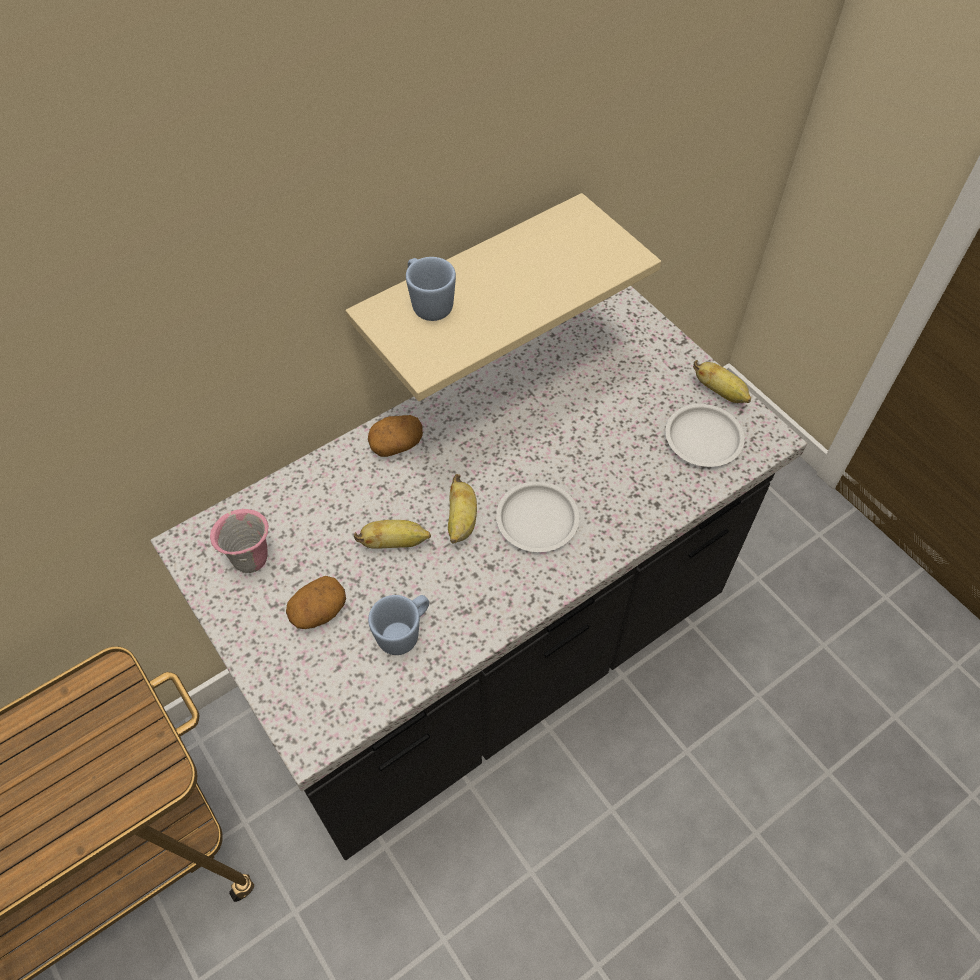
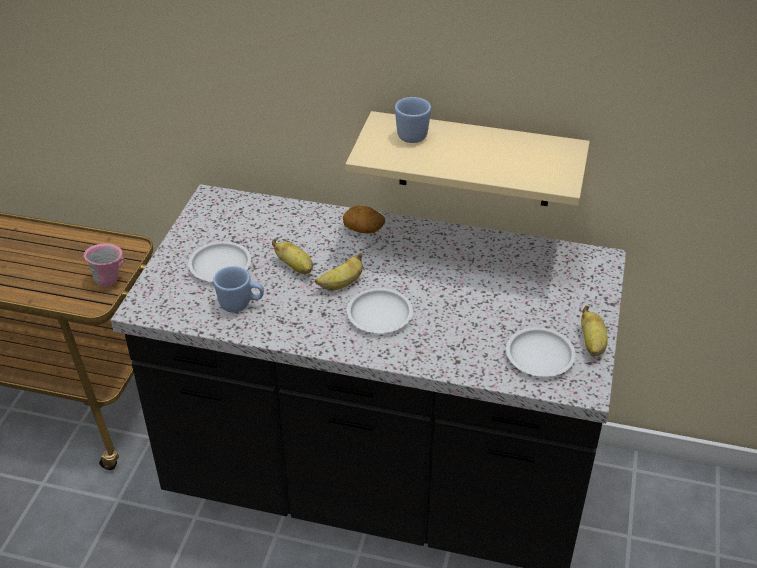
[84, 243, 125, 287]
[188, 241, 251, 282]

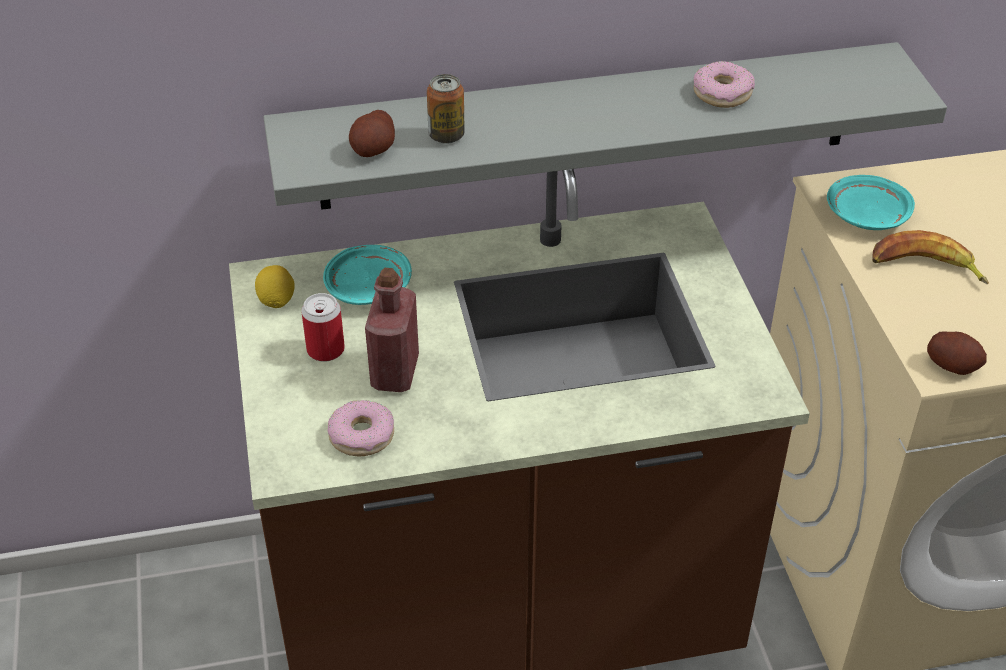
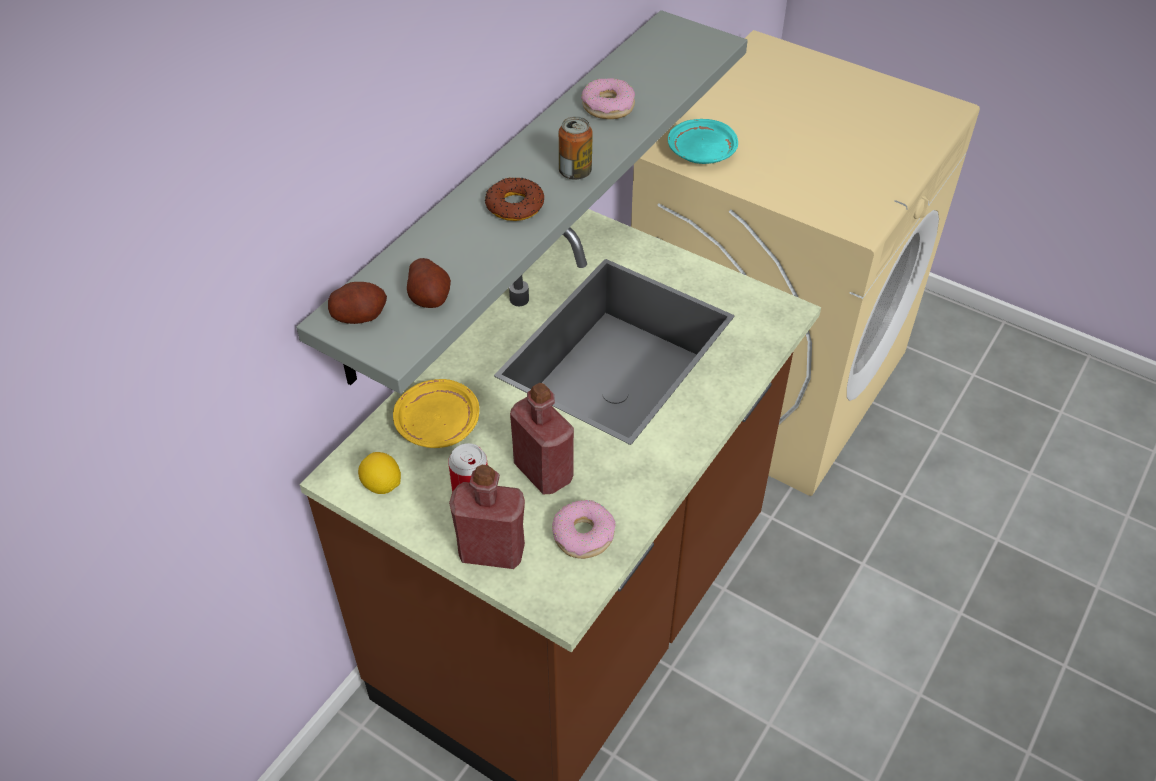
[328, 282, 387, 324]
[393, 379, 479, 448]
[449, 465, 525, 569]
[485, 177, 544, 221]
[559, 116, 593, 180]
[872, 230, 989, 284] (first image)

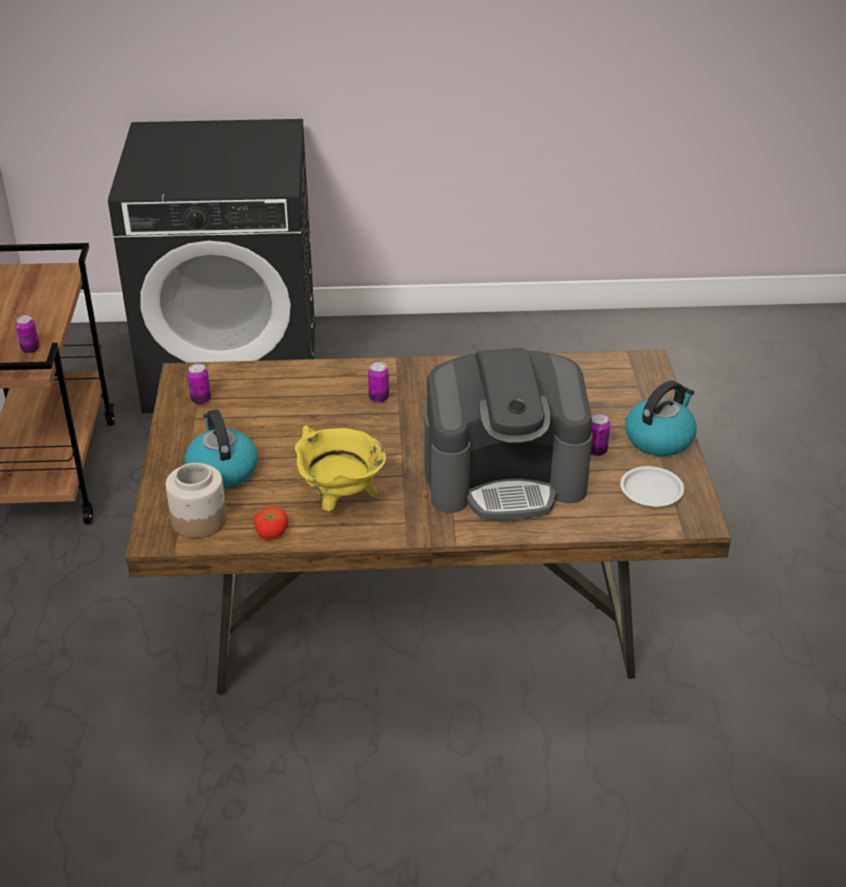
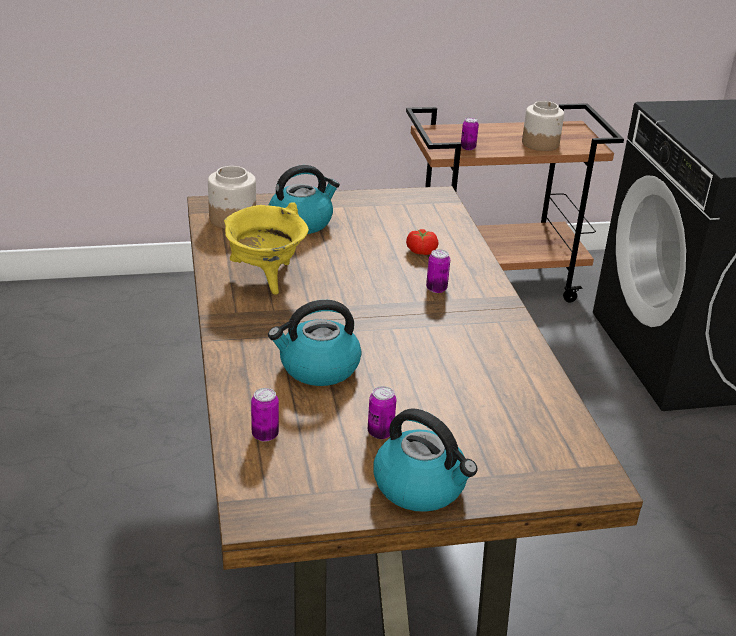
[251, 388, 279, 442]
[268, 300, 361, 386]
[406, 229, 438, 255]
[522, 101, 564, 151]
[620, 466, 684, 506] (first image)

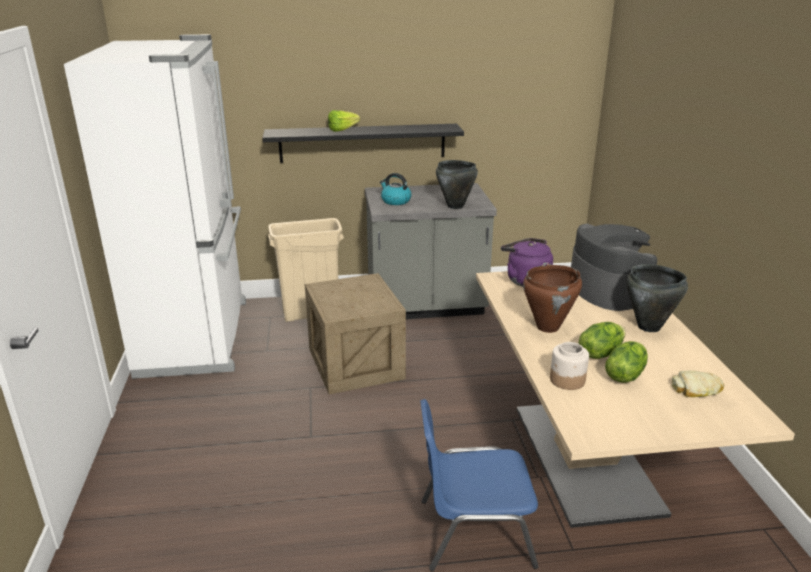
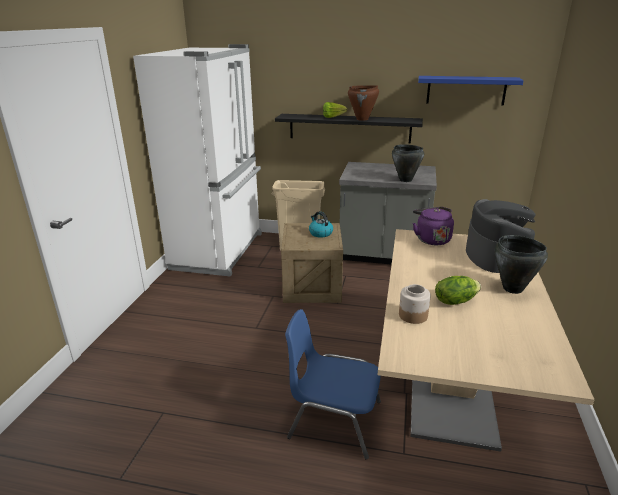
[309, 211, 333, 238]
[348, 85, 379, 121]
[418, 76, 524, 106]
[605, 341, 648, 383] (first image)
[672, 371, 724, 397] (first image)

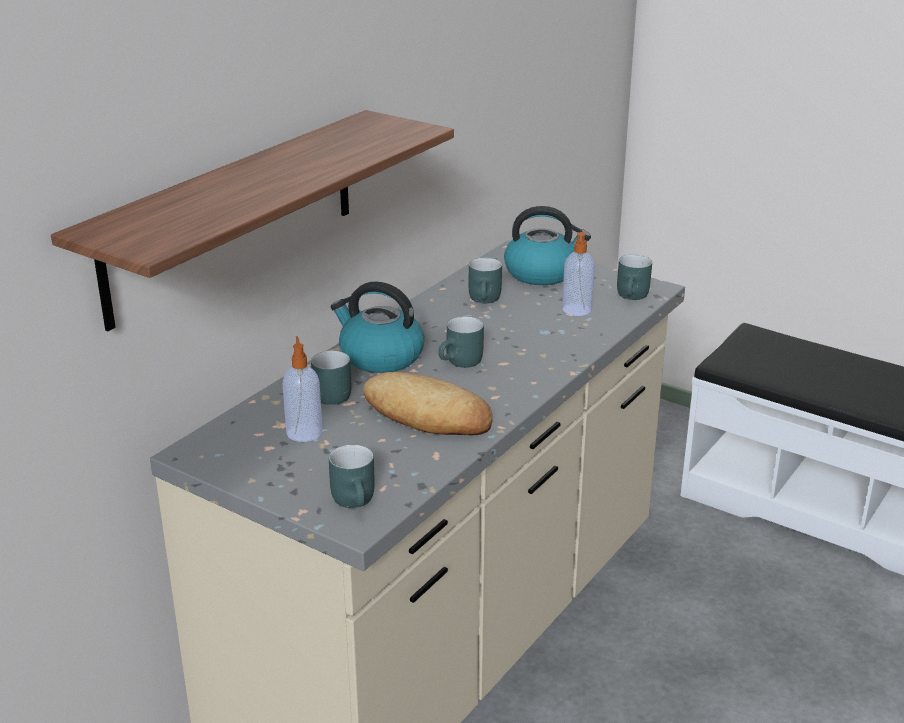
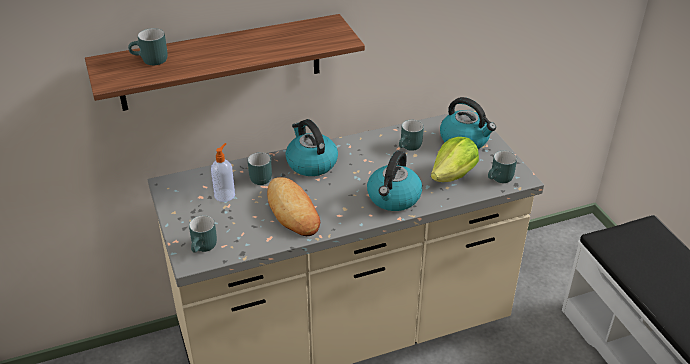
[128, 28, 168, 65]
[367, 151, 422, 211]
[431, 137, 479, 182]

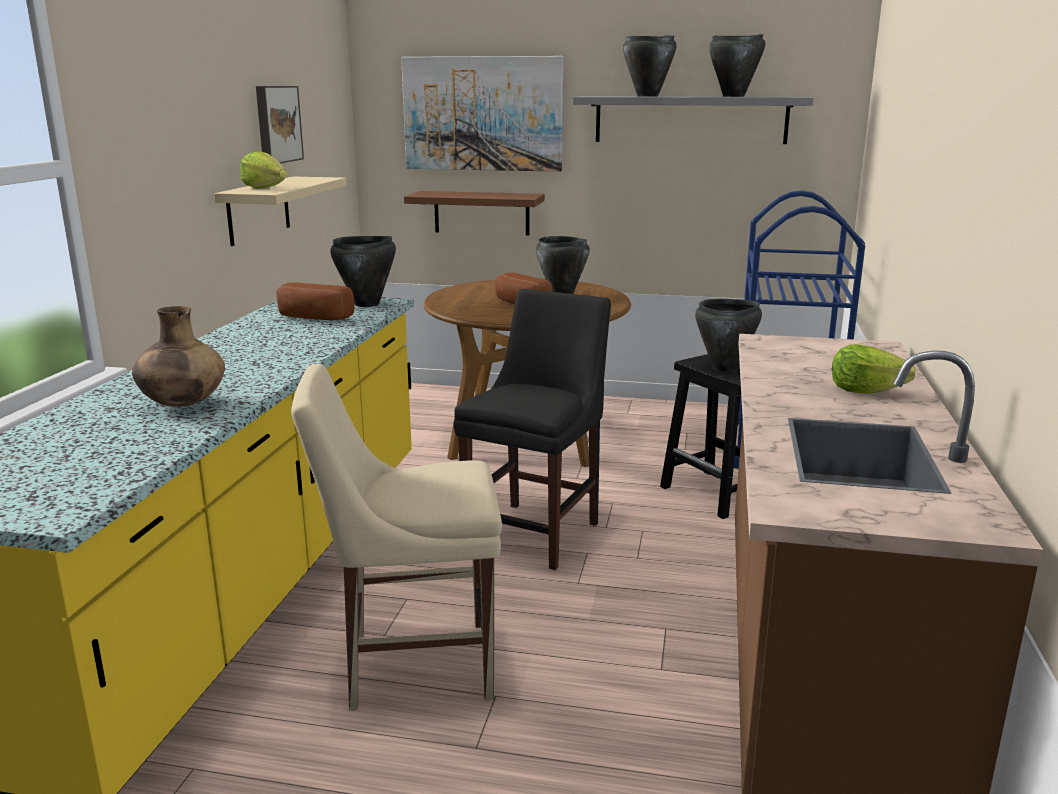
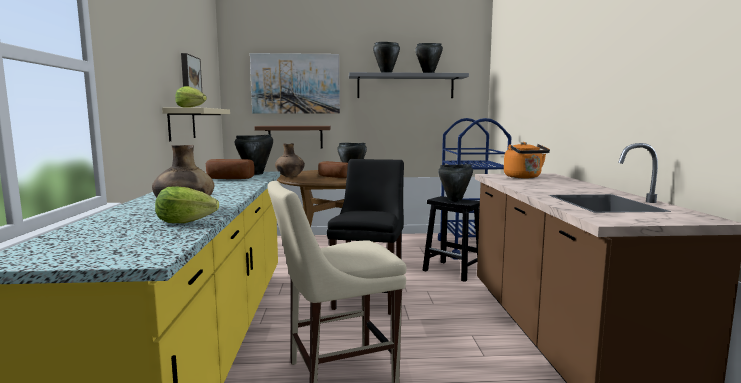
[155, 186, 219, 223]
[275, 143, 305, 177]
[504, 142, 550, 178]

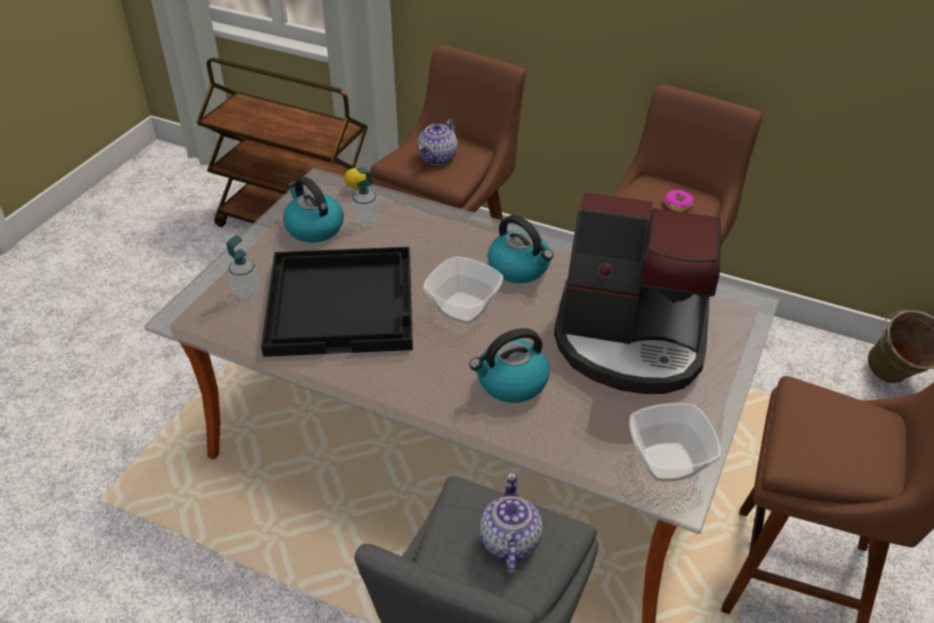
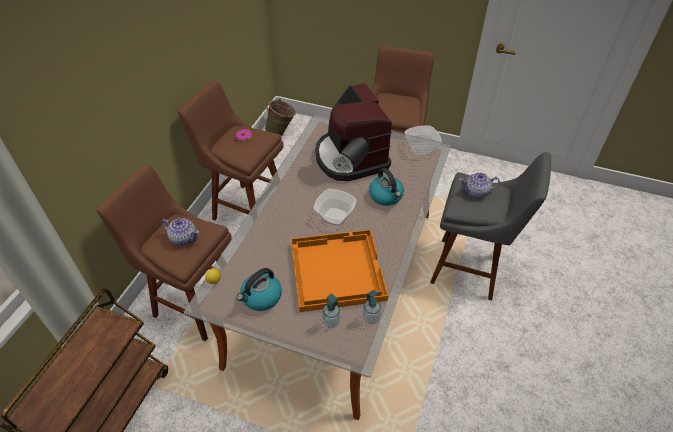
[291, 229, 388, 312]
[315, 83, 392, 181]
[363, 290, 381, 324]
[487, 215, 553, 283] (first image)

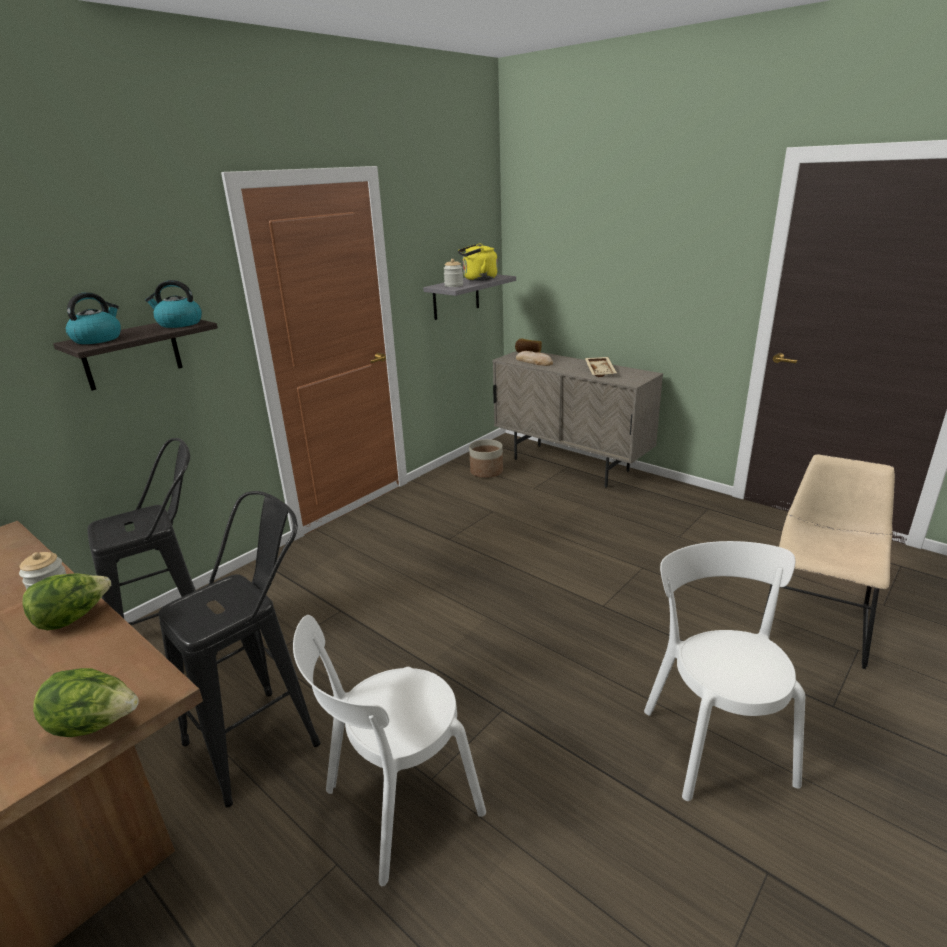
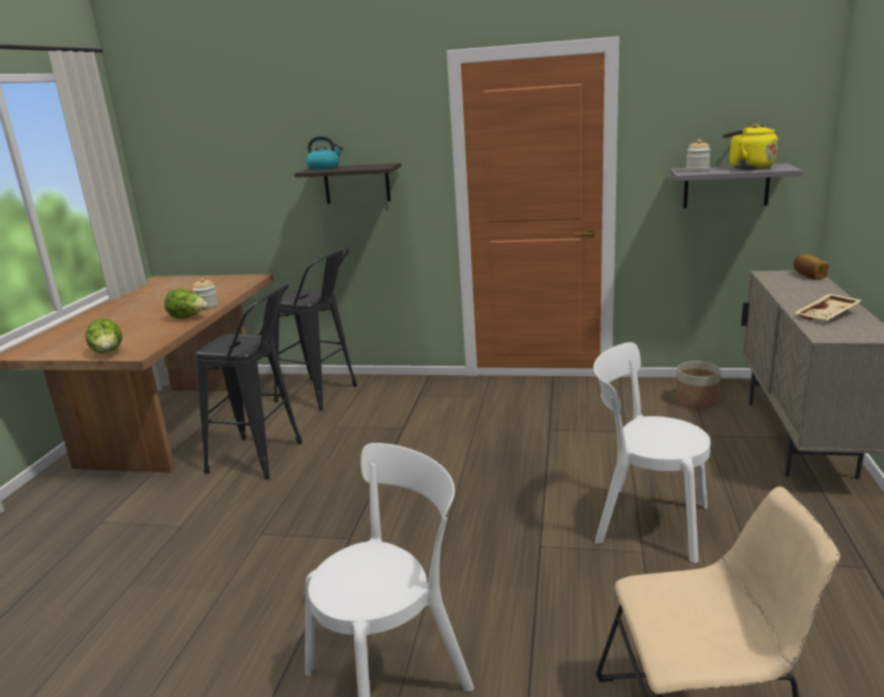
[593, 342, 710, 563]
[145, 280, 202, 328] (first image)
[516, 351, 553, 366] (first image)

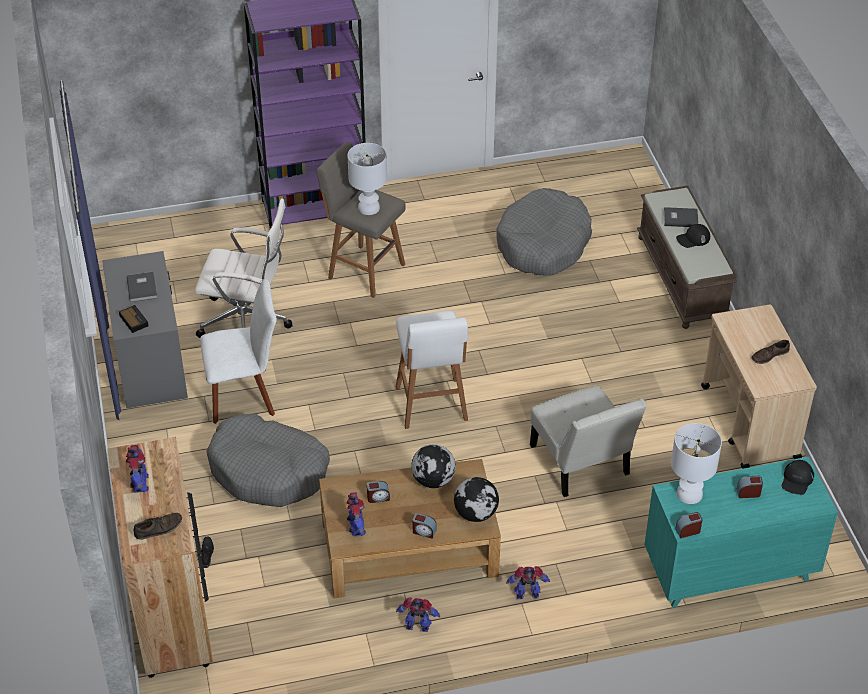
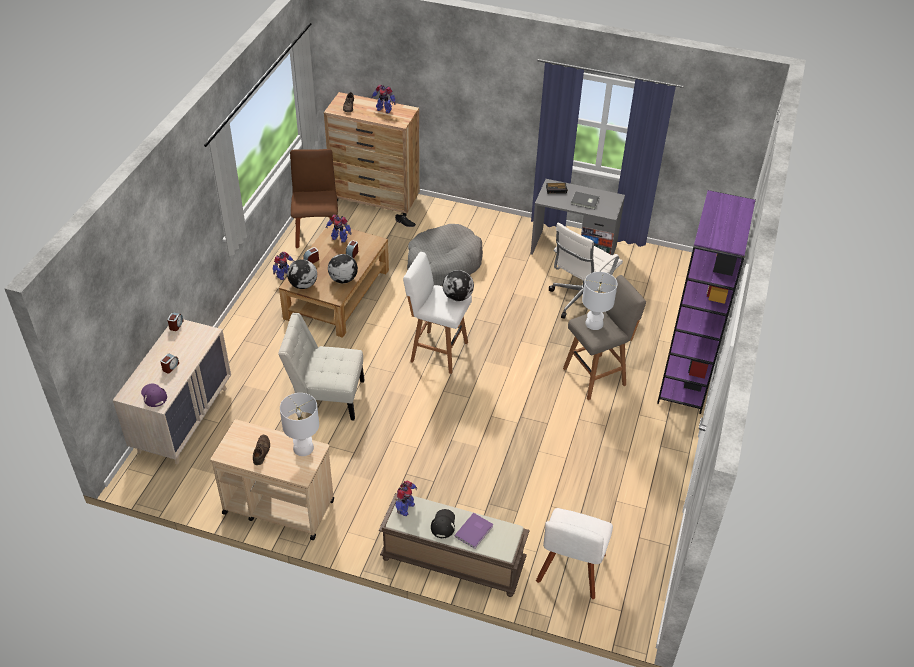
[113, 319, 231, 465]
[141, 384, 167, 407]
[280, 393, 319, 456]
[290, 149, 338, 248]
[396, 481, 417, 516]
[442, 270, 474, 301]
[454, 513, 493, 549]
[536, 508, 613, 600]
[496, 188, 592, 276] (first image)

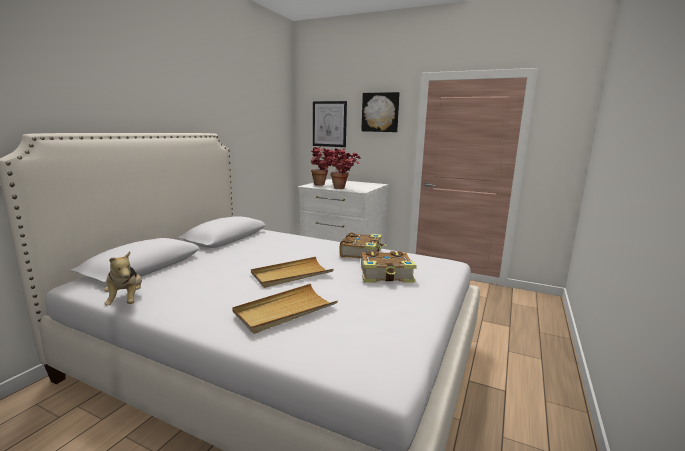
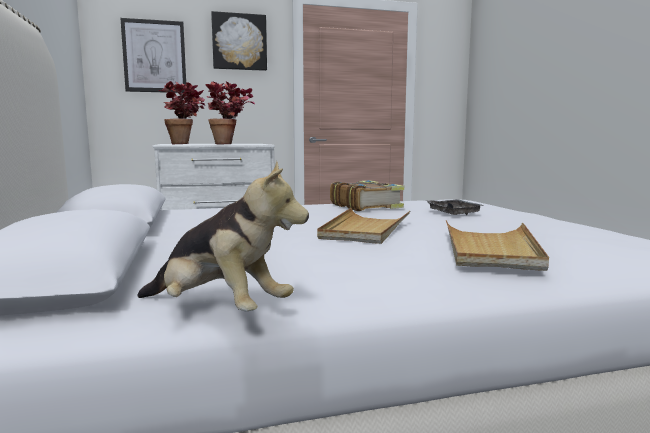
[423, 199, 484, 215]

